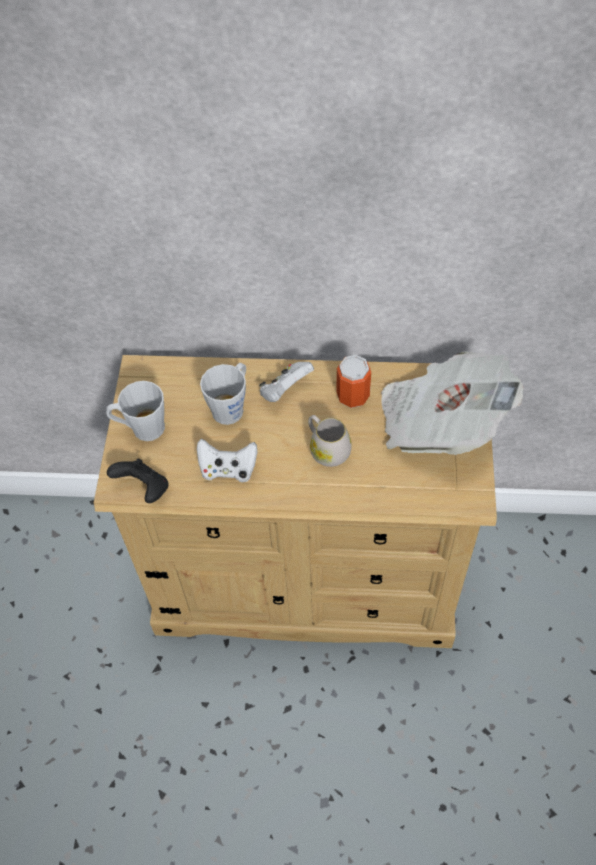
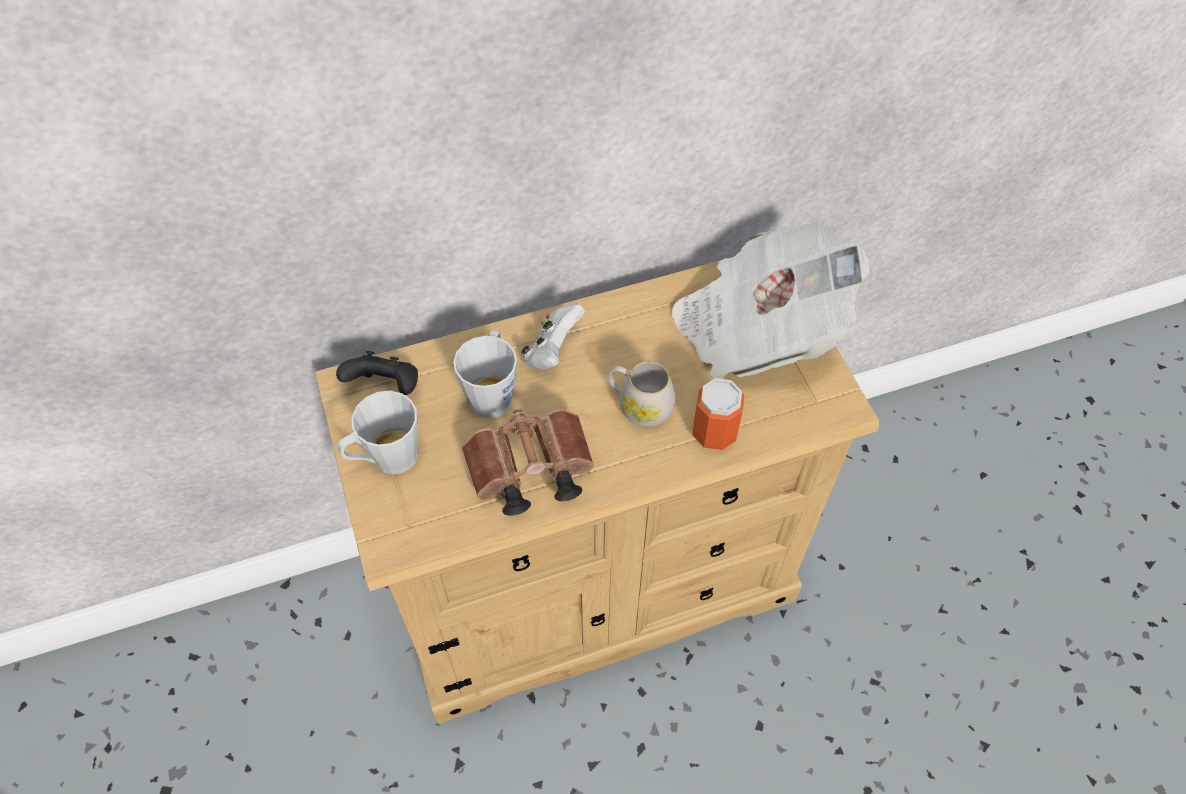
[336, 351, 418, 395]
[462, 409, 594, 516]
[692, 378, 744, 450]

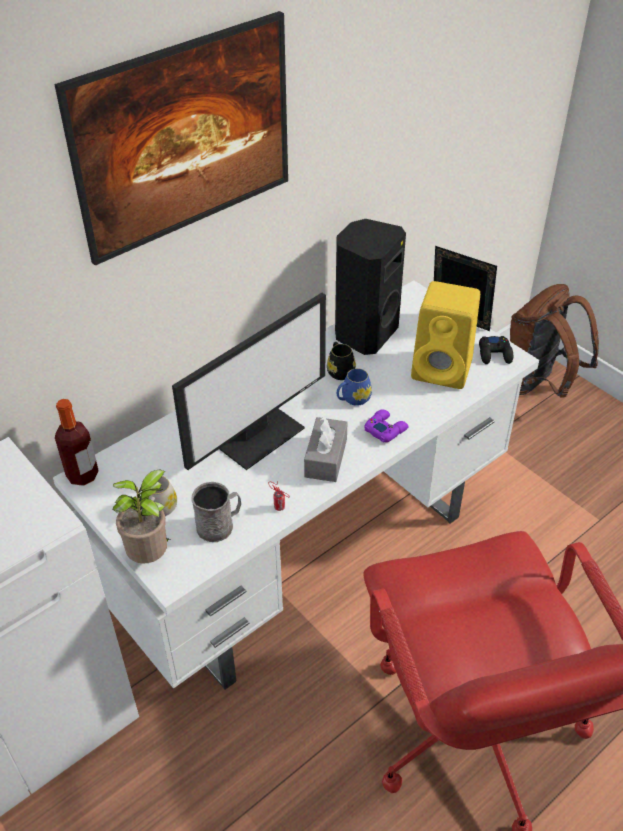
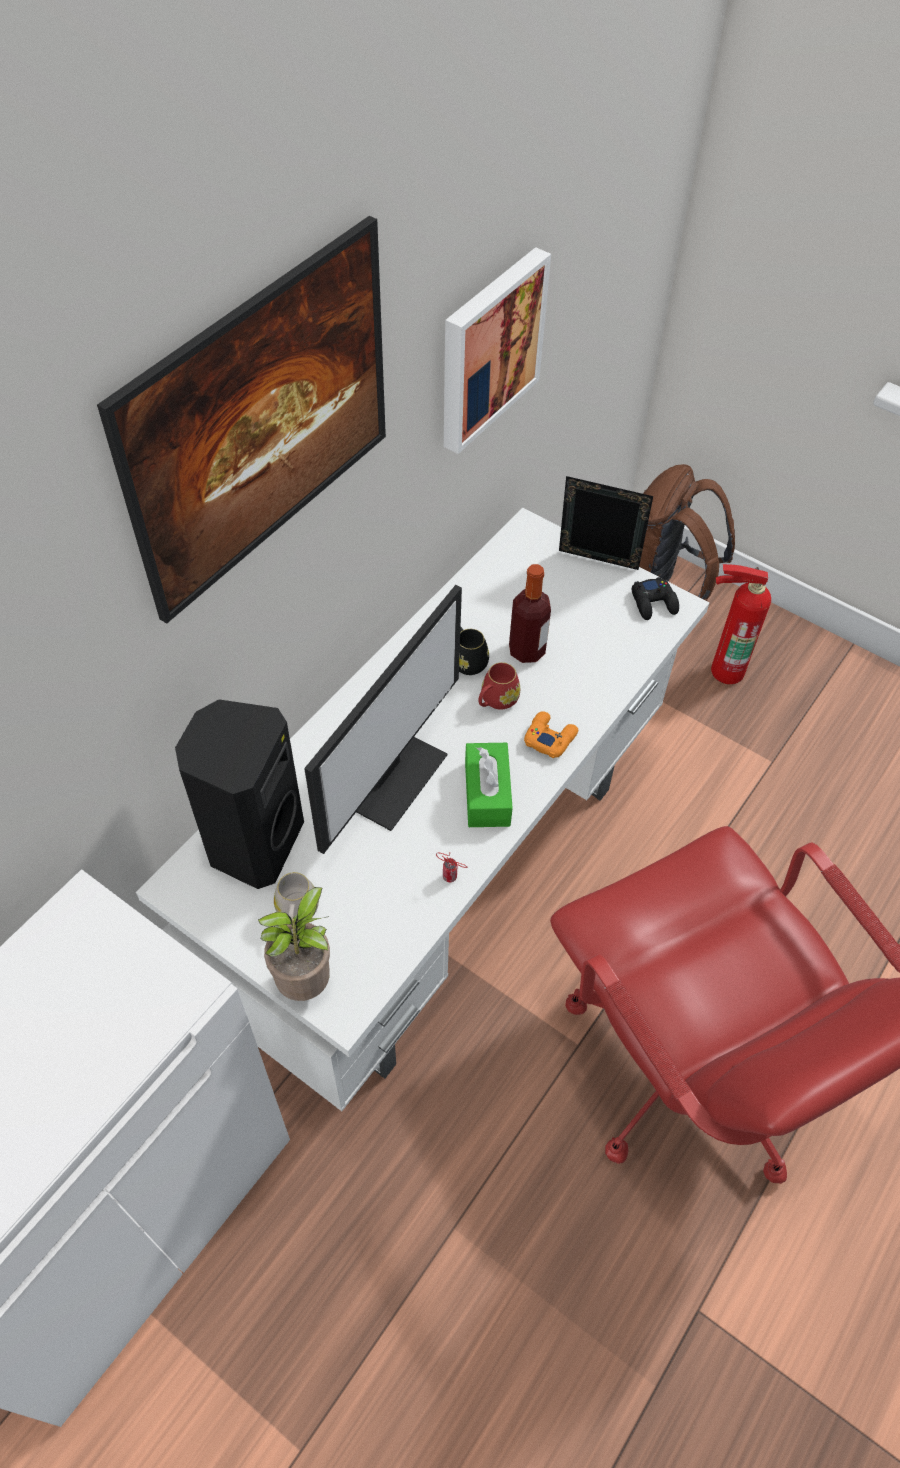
[175, 699, 304, 889]
[444, 247, 551, 454]
[465, 743, 513, 827]
[478, 662, 520, 710]
[509, 564, 551, 663]
[524, 711, 578, 758]
[711, 564, 771, 684]
[191, 482, 241, 542] (first image)
[411, 281, 480, 389] (first image)

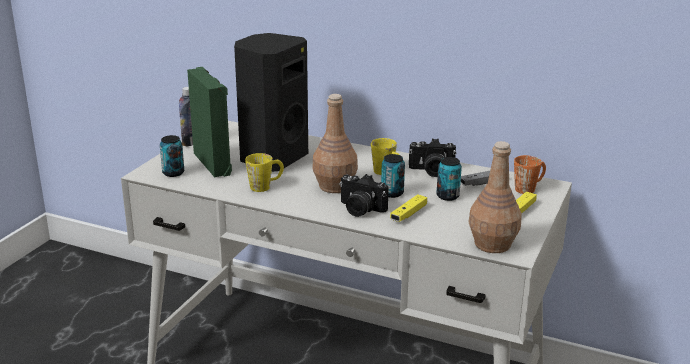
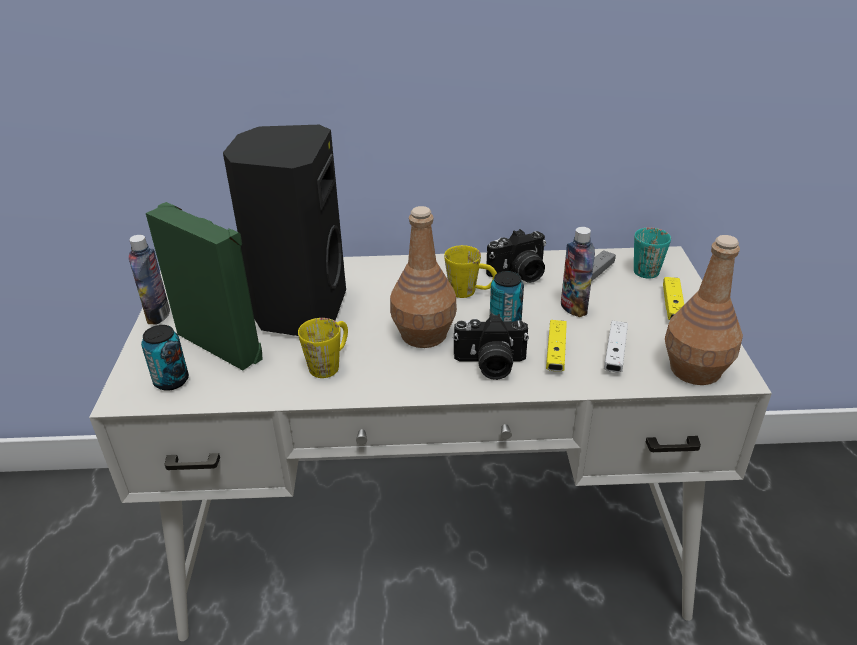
[561, 227, 595, 317]
[604, 321, 628, 372]
[634, 228, 671, 279]

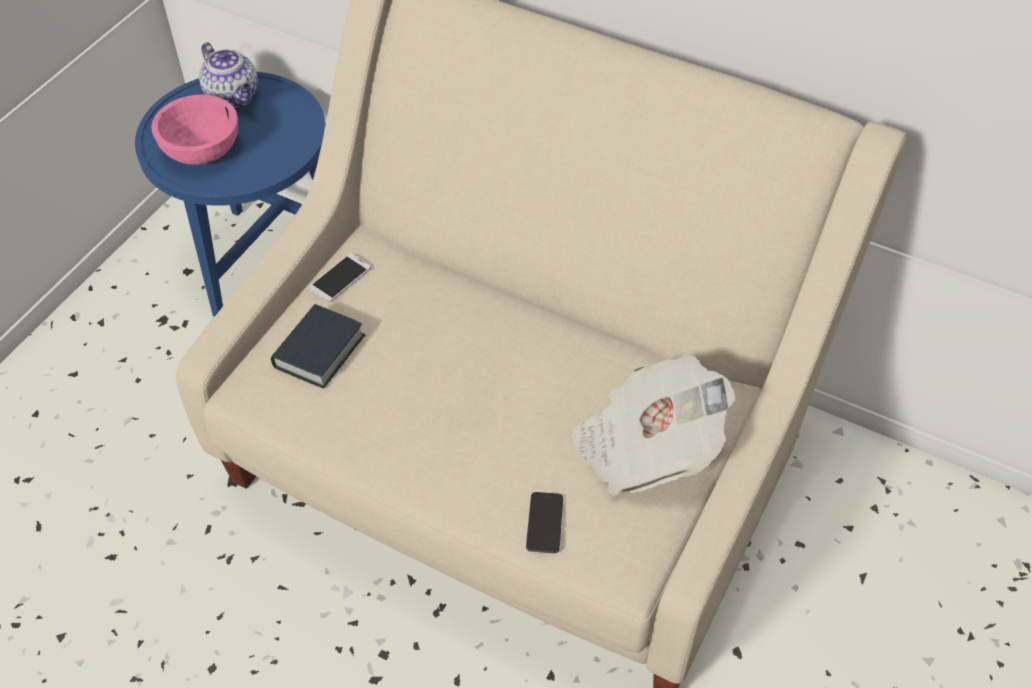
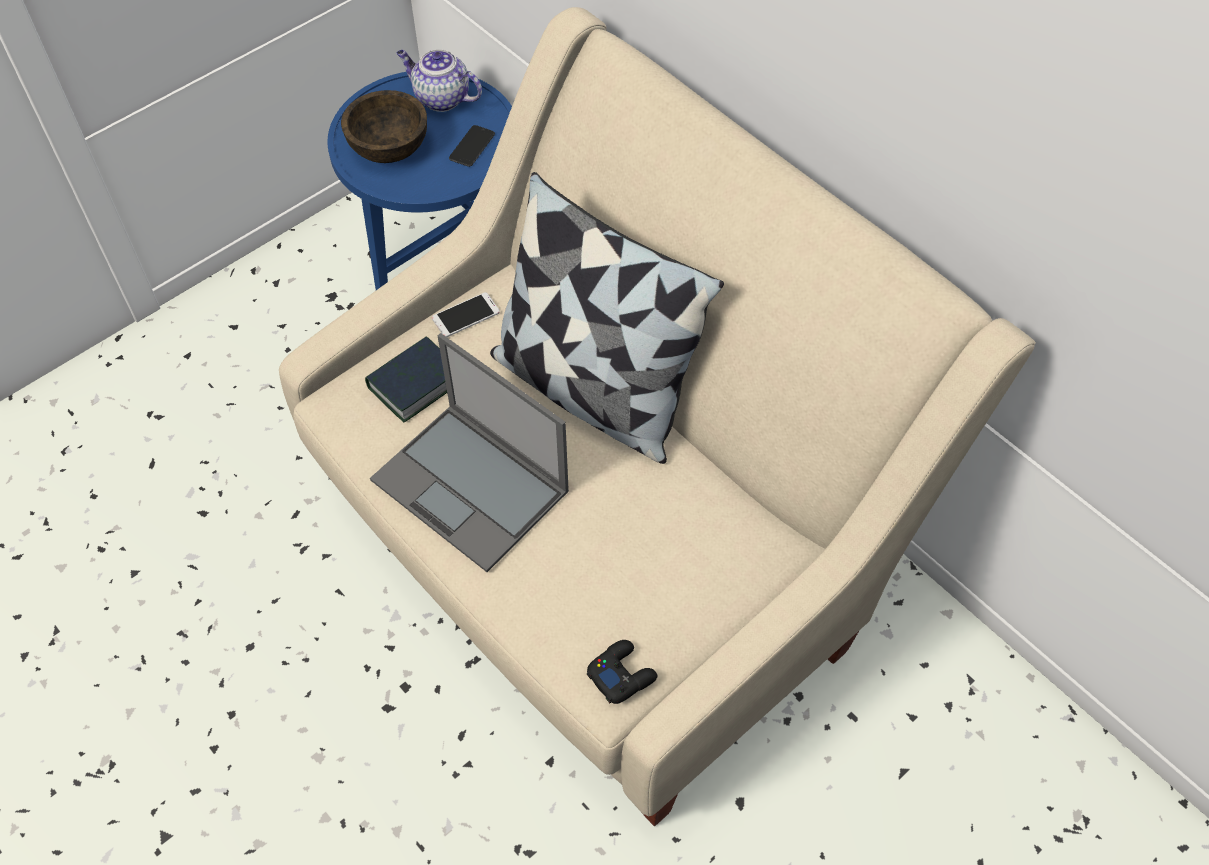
[341, 90, 427, 163]
[370, 333, 569, 572]
[396, 49, 482, 112]
[449, 125, 495, 167]
[490, 172, 724, 464]
[587, 640, 657, 704]
[571, 356, 736, 496] (first image)

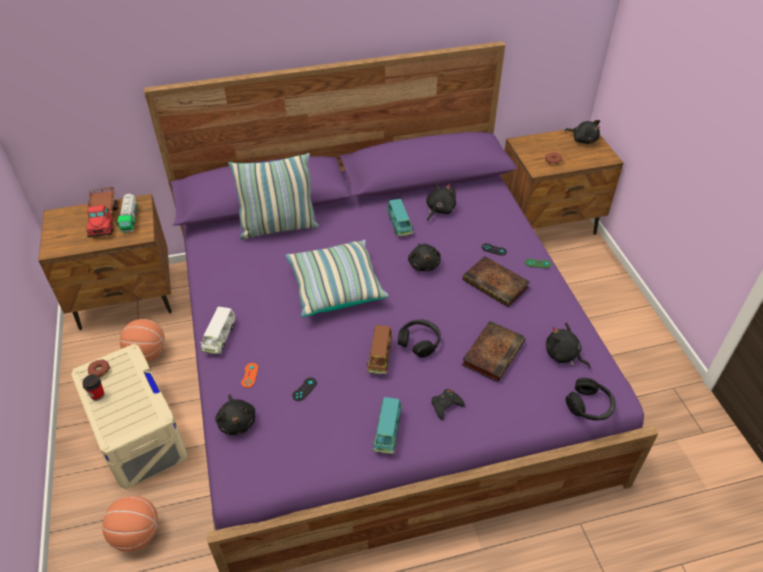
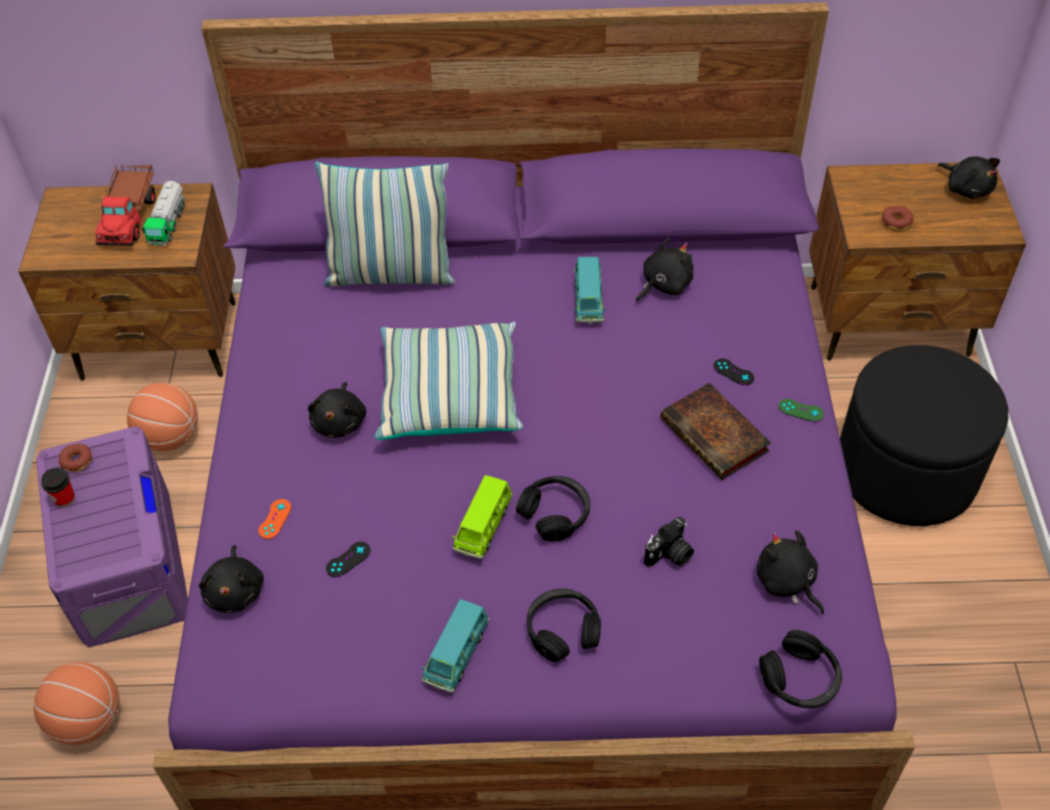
[36, 426, 188, 648]
[308, 382, 366, 438]
[452, 475, 512, 559]
[527, 588, 601, 662]
[644, 517, 694, 567]
[840, 345, 1008, 526]
[200, 307, 236, 354] (first image)

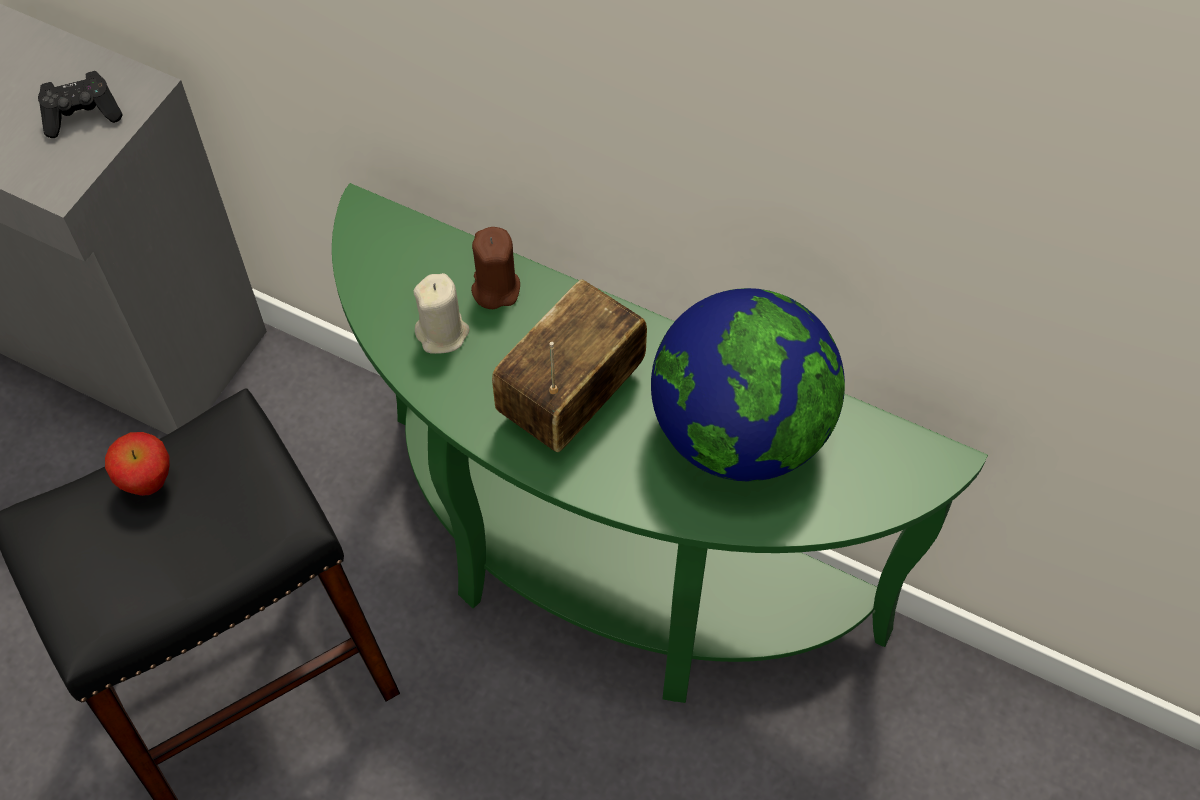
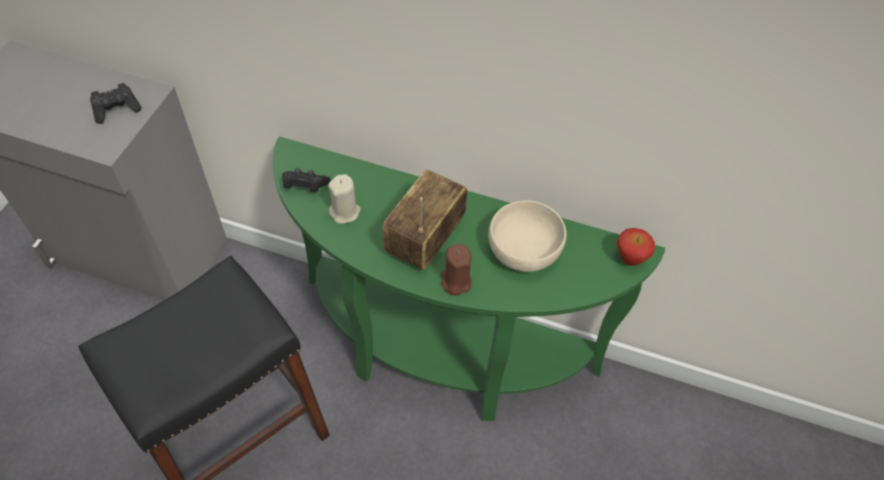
[282, 168, 331, 192]
[441, 244, 472, 295]
[488, 200, 567, 272]
[617, 228, 656, 266]

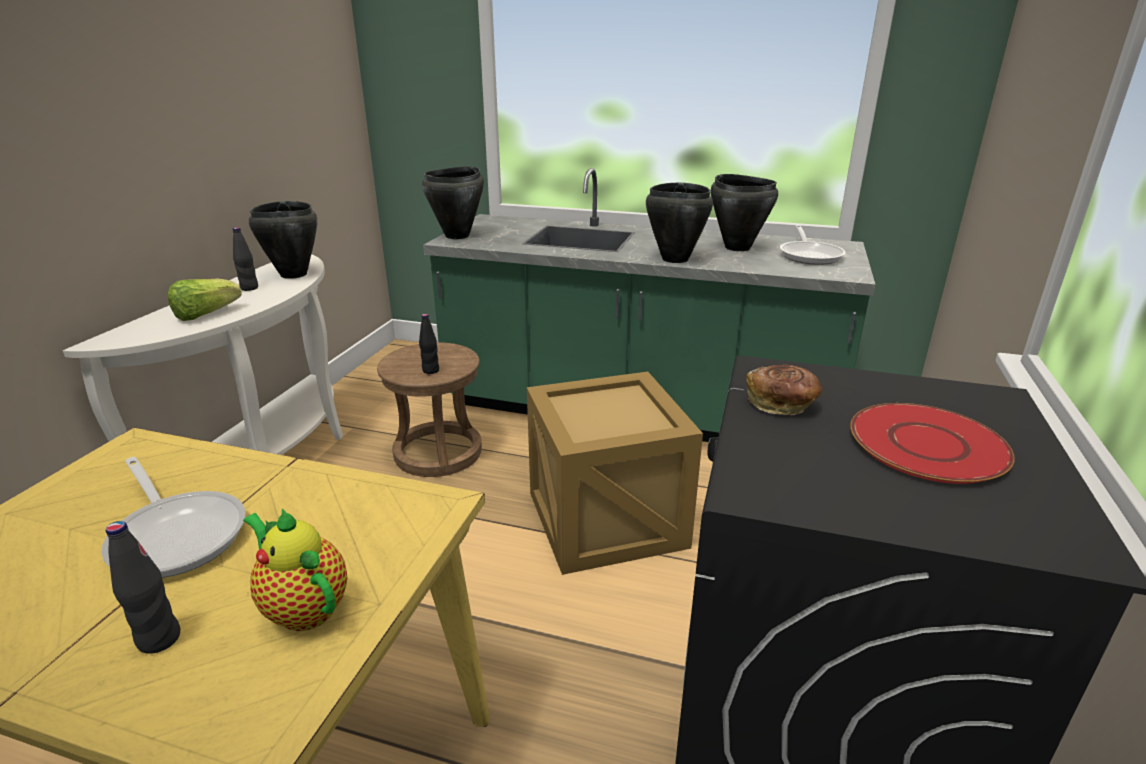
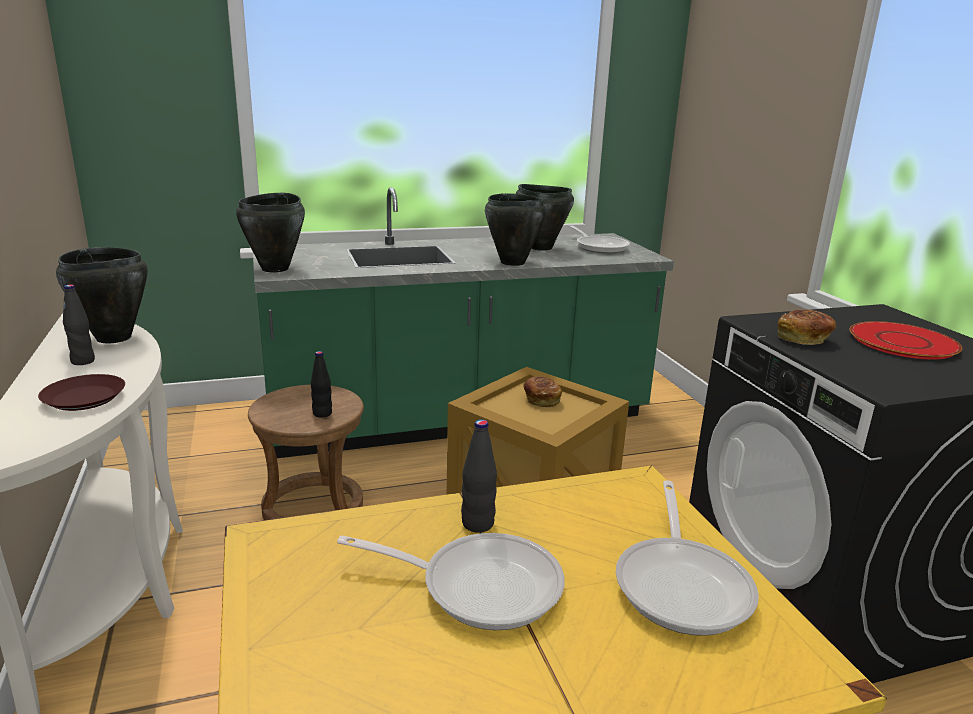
[38, 374, 125, 411]
[461, 419, 497, 533]
[523, 376, 562, 407]
[616, 480, 759, 636]

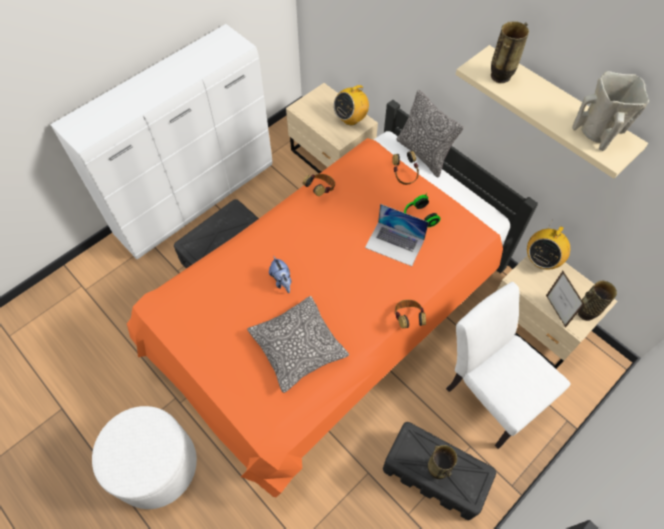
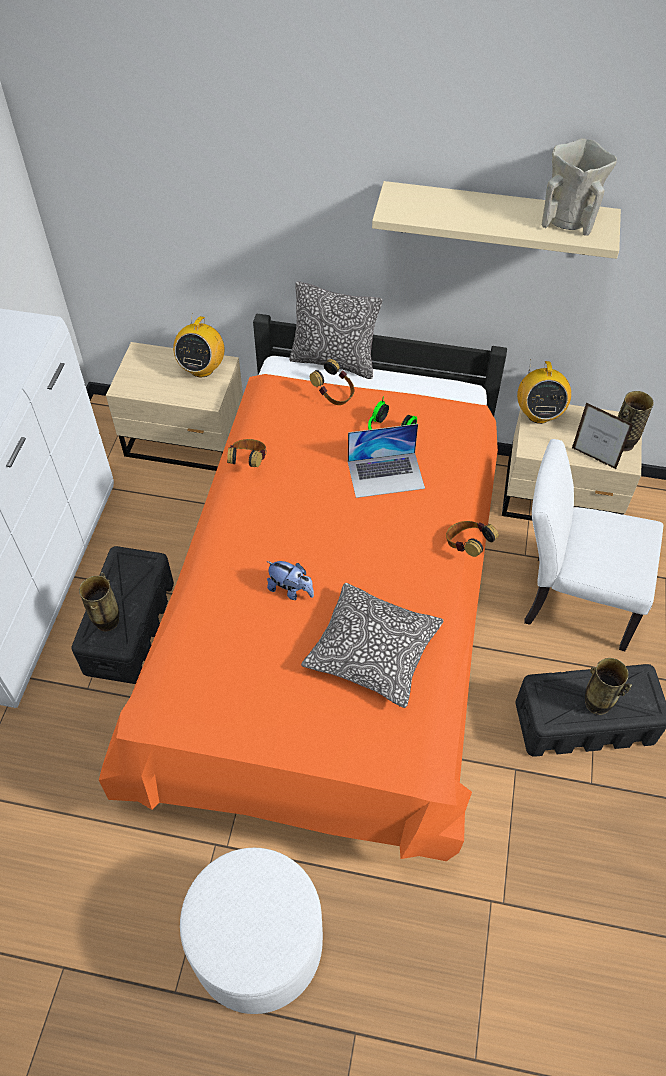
[79, 572, 119, 631]

